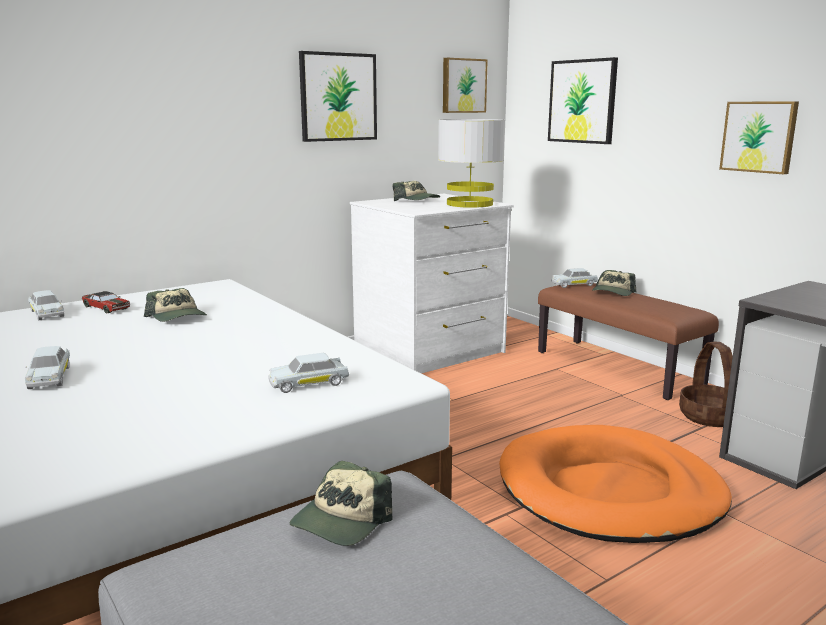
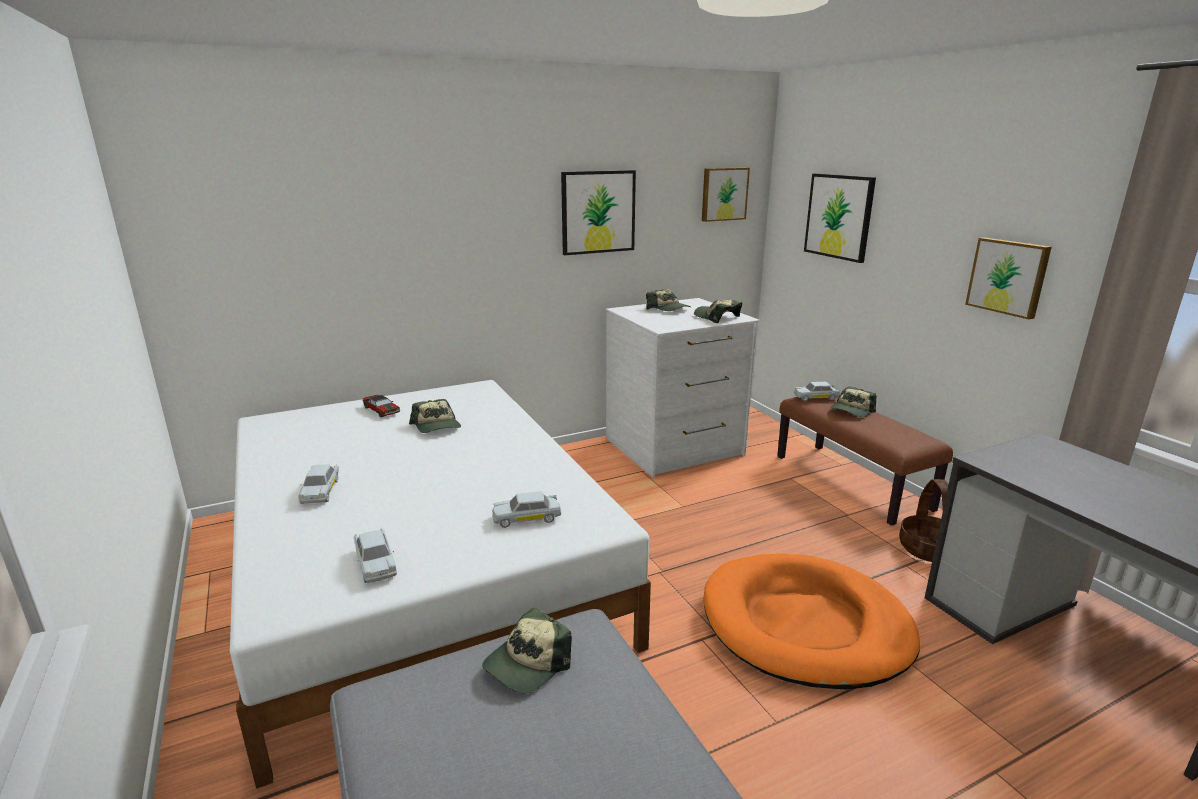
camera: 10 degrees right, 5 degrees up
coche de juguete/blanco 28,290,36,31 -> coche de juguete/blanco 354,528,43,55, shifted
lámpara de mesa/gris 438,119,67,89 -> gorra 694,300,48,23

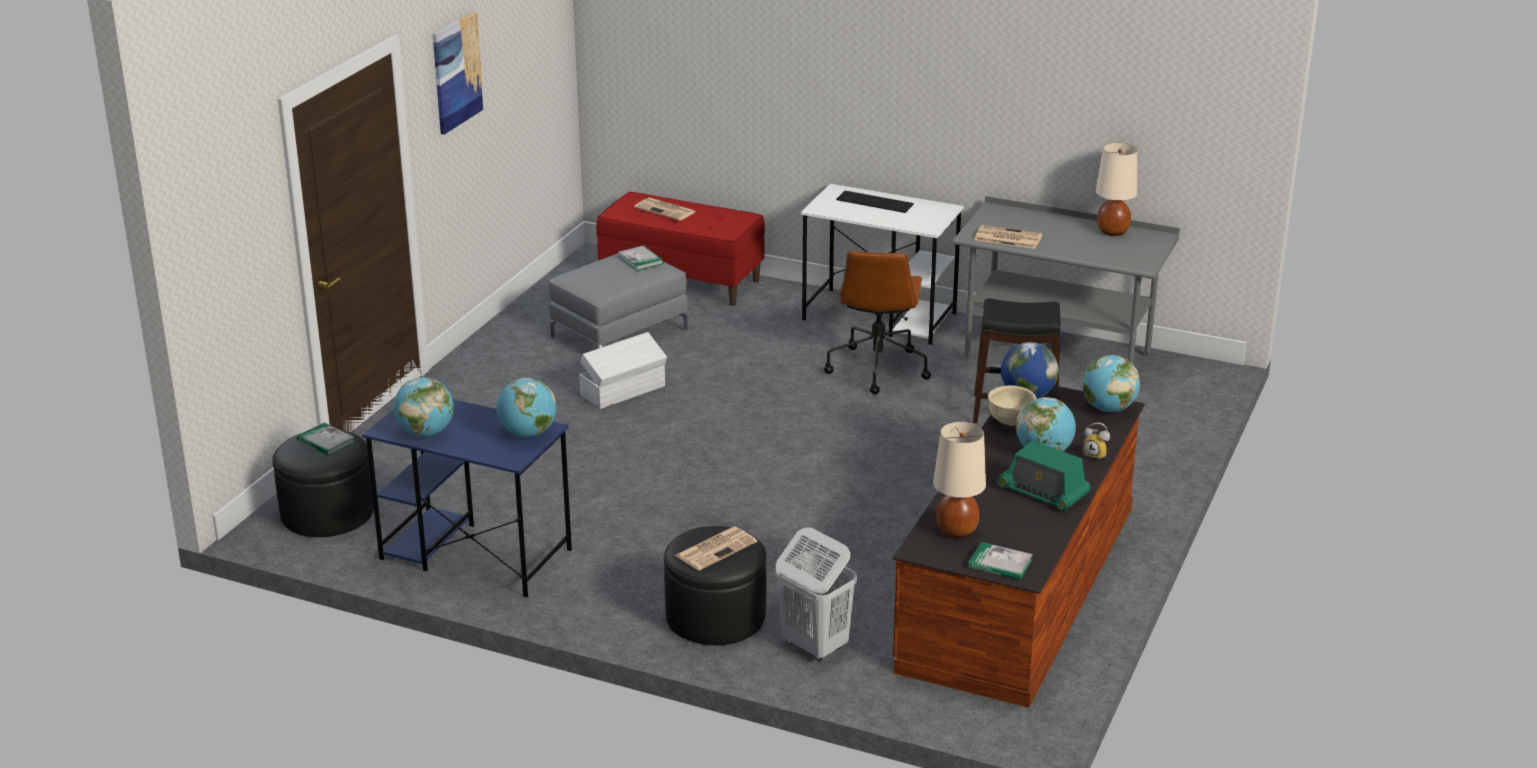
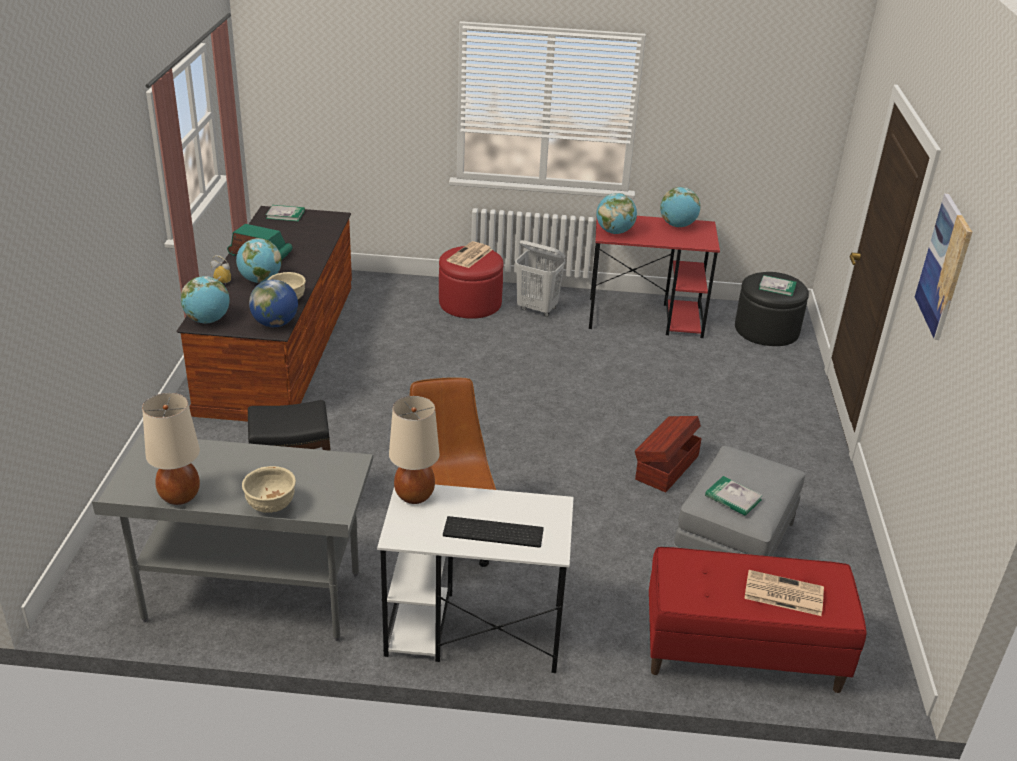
camera: 160 degrees right, 5 degrees up
none -> cuenco/beis 242,466,54,47
lámpara de mesa/beis 933,422,53,116 -> lámpara de mesa/beis 389,396,51,108, shifted
puf/negro 664,526,102,119 -> puf/rojo 439,246,65,73
cesto de la ropa/blanco 775,527,82,134 -> cesto de la ropa/blanco 515,240,51,77, shifted
escritorio/azul 362,399,210,198 -> escritorio/rojo 589,216,131,122
caja de almacenaje/blanco 579,332,88,77 -> caja de almacenaje/marrón 635,416,67,76
periódico 975,225,68,24 -> none

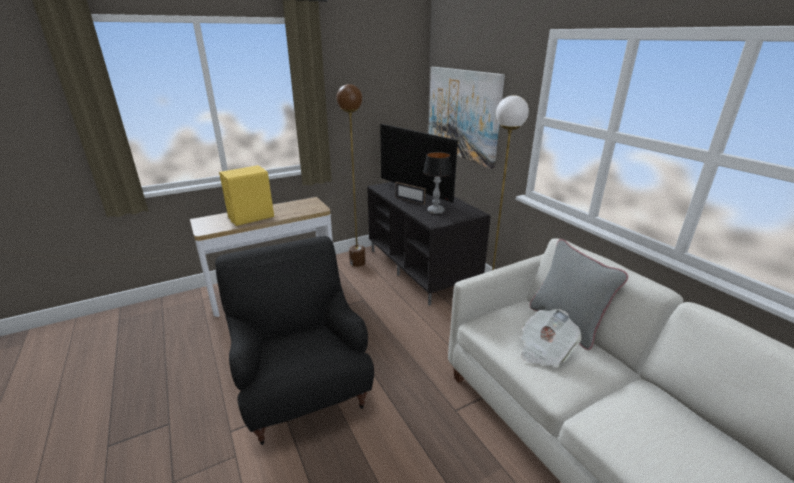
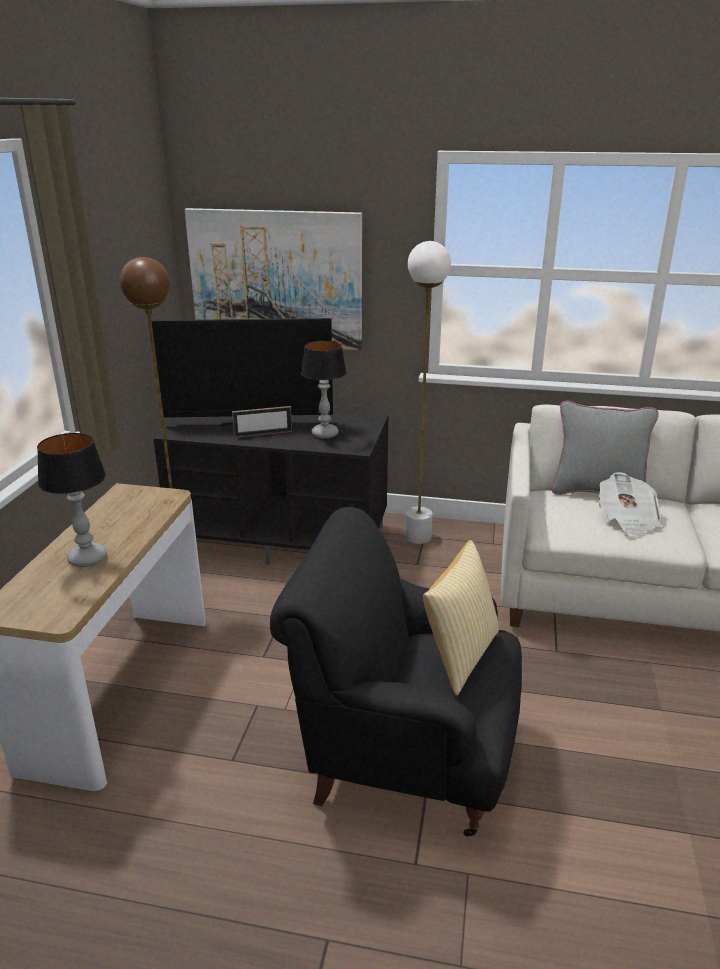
camera: 50 degrees left, 0 degrees up
altavoz/amarillo 219,165,55,61 -> lámpara de mesa 37,433,70,134
none -> cojín 423,540,76,156

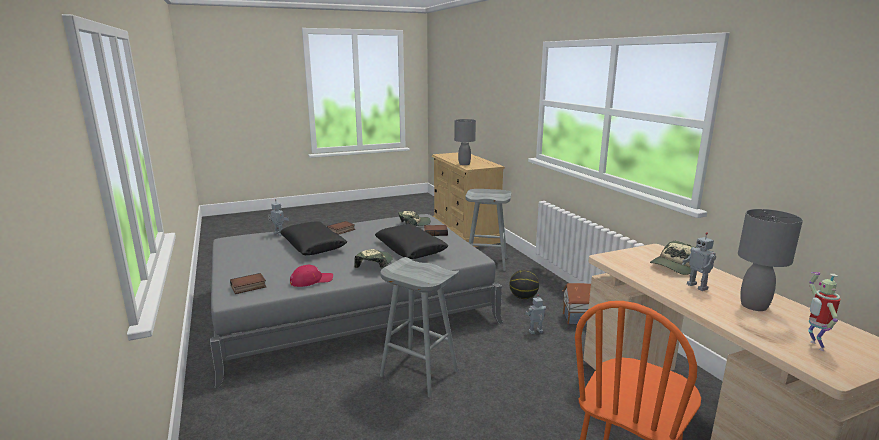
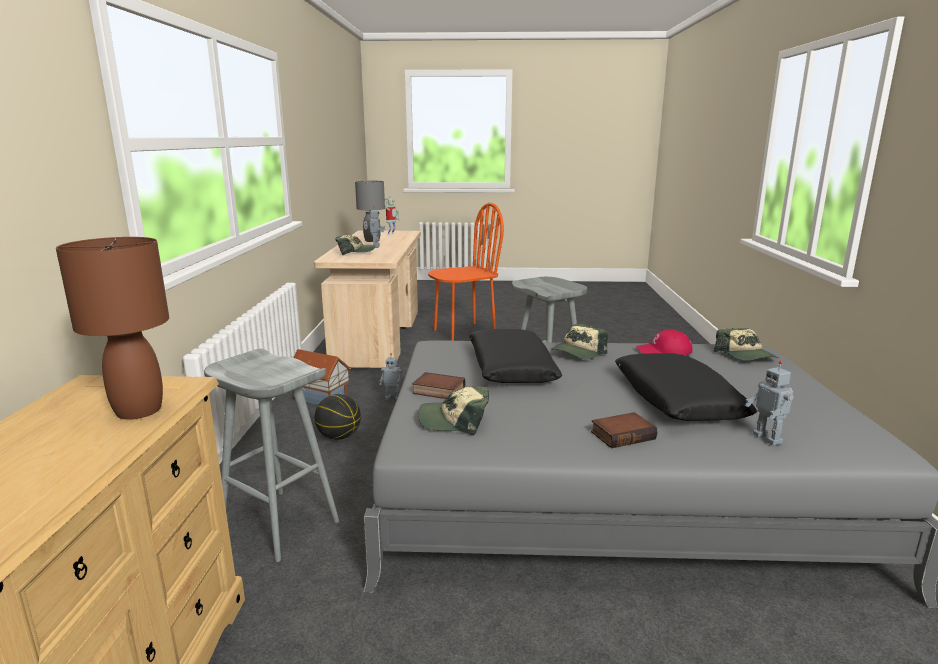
camera: 155 degrees left, 0 degrees up
lámpara de mesa/gris 454,119,22,46 -> lámpara de mesa/marrón 56,237,113,183
libro 230,273,36,21 -> gorra 713,328,65,33

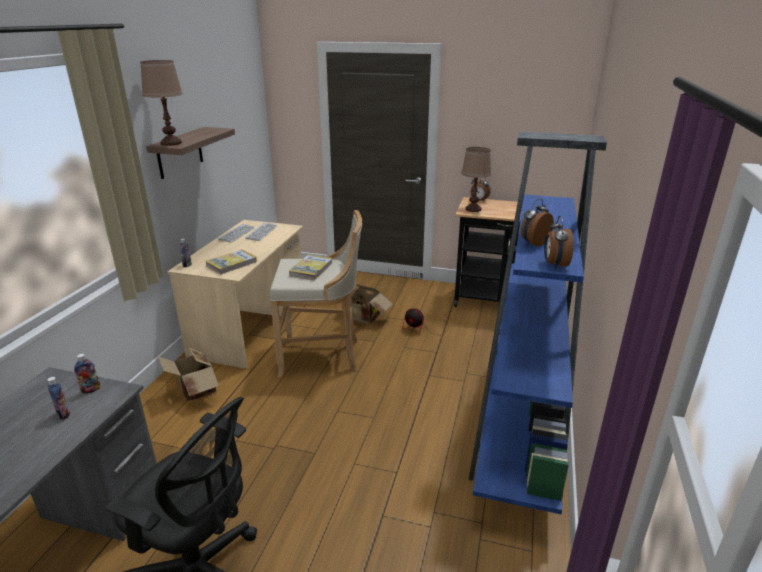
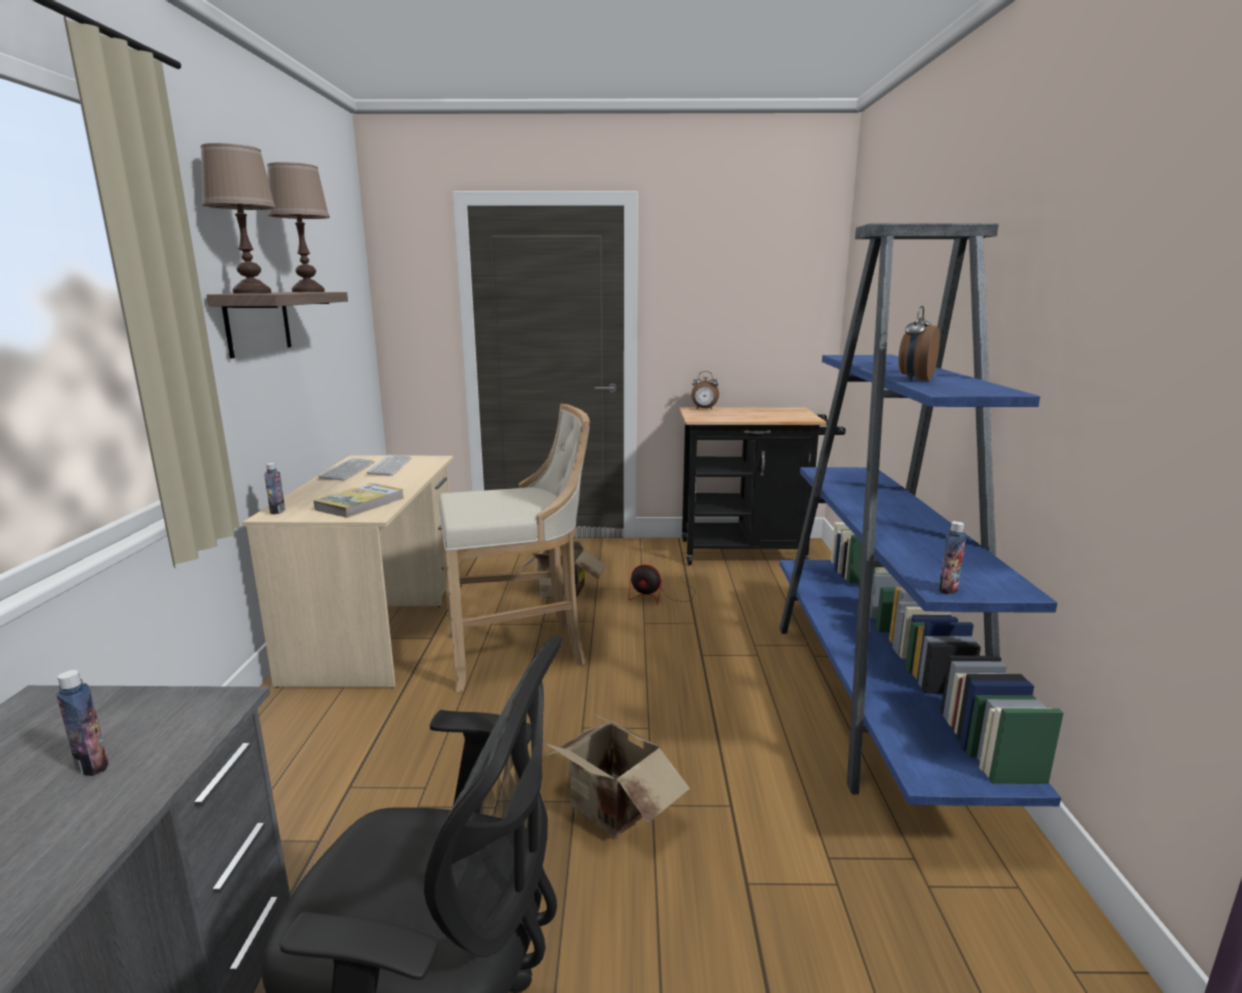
camera: 15 degrees left, 10 degrees down
lámpara de mesa/marrón 461,147,30,65 -> lámpara de mesa/marrón 267,162,63,130, shifted
caja de cartón 157,347,62,54 -> caja de cartón 546,714,144,123, shifted
botella 74,354,26,40 -> botella 939,521,27,73, shifted
libro 289,254,44,26 -> none
despertador 544,216,30,53 -> none

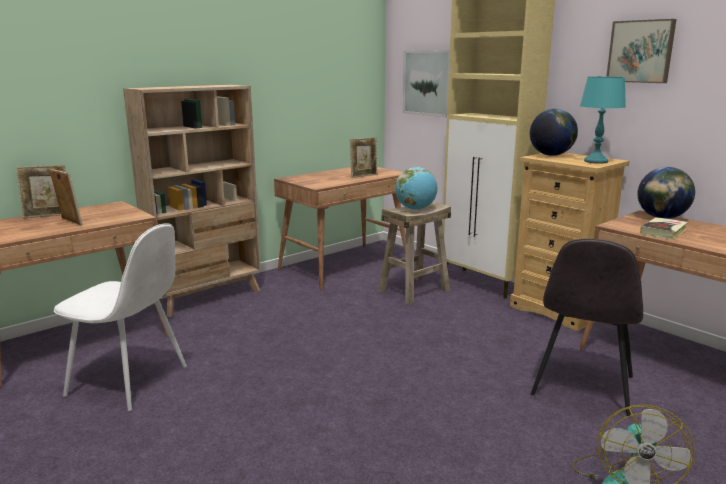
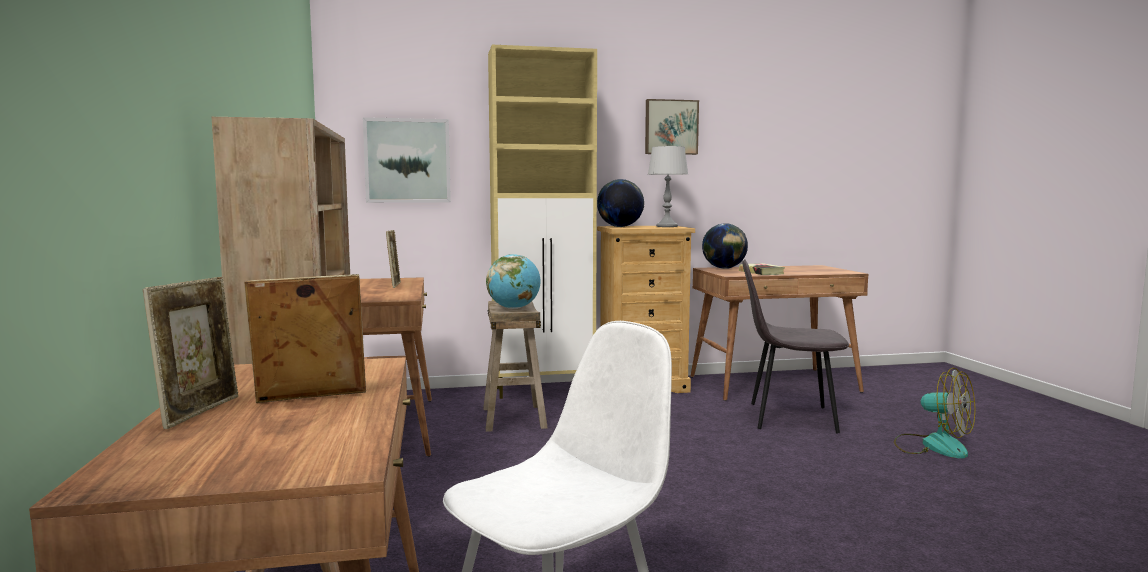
camera: 60 degrees left, 10 degrees down
lámpara de mesa/turquesa 580,77,46,87 -> lámpara de mesa/gris 648,146,40,81
silla/gris 531,238,112,178 -> silla/gris 742,259,107,174, 135 degrees clockwise

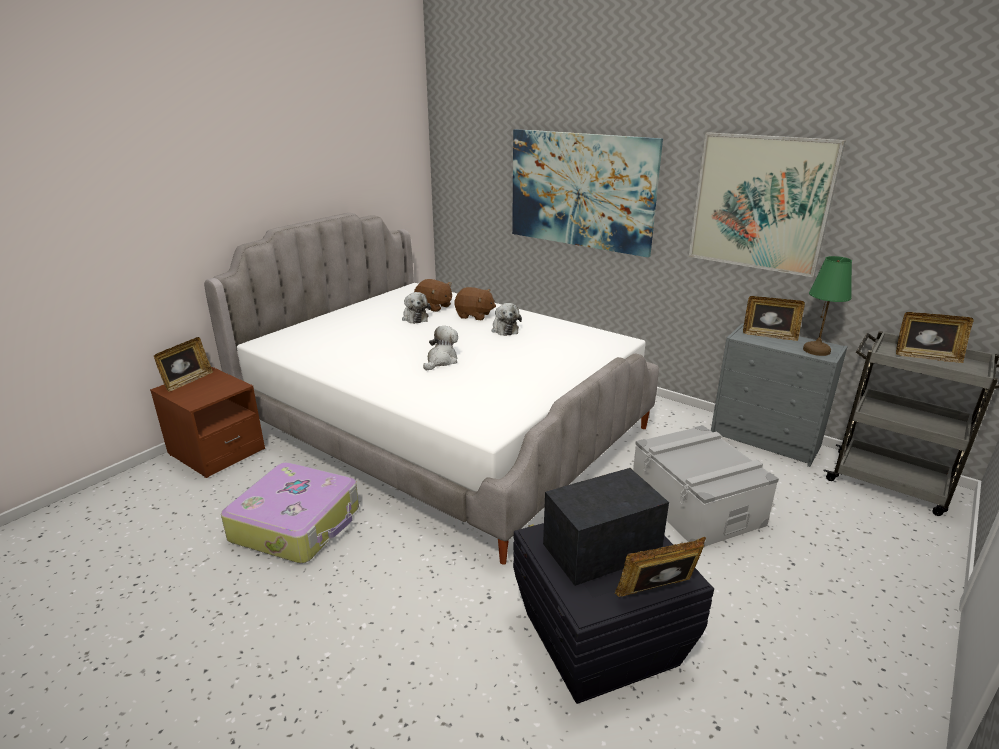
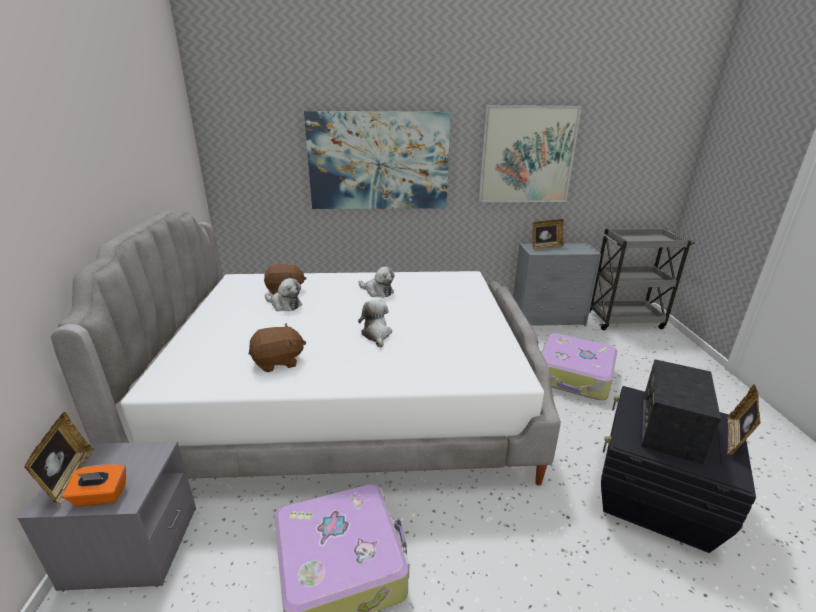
camera: 40 degrees left, 0 degrees up
mesita de noche/marrón 150,367,115,111 -> mesita de noche/gris 17,441,179,151
none -> caja de pañuelos/naranja 63,464,63,42
peluche/marrón 454,287,42,33 -> peluche/marrón 249,323,57,49, shifted
caja de almacenaje/gris 633,425,146,123 -> maleta 541,333,76,67
lámpara de mesa/verde 803,256,49,100 -> none
portarretratos 896,312,78,51 -> none

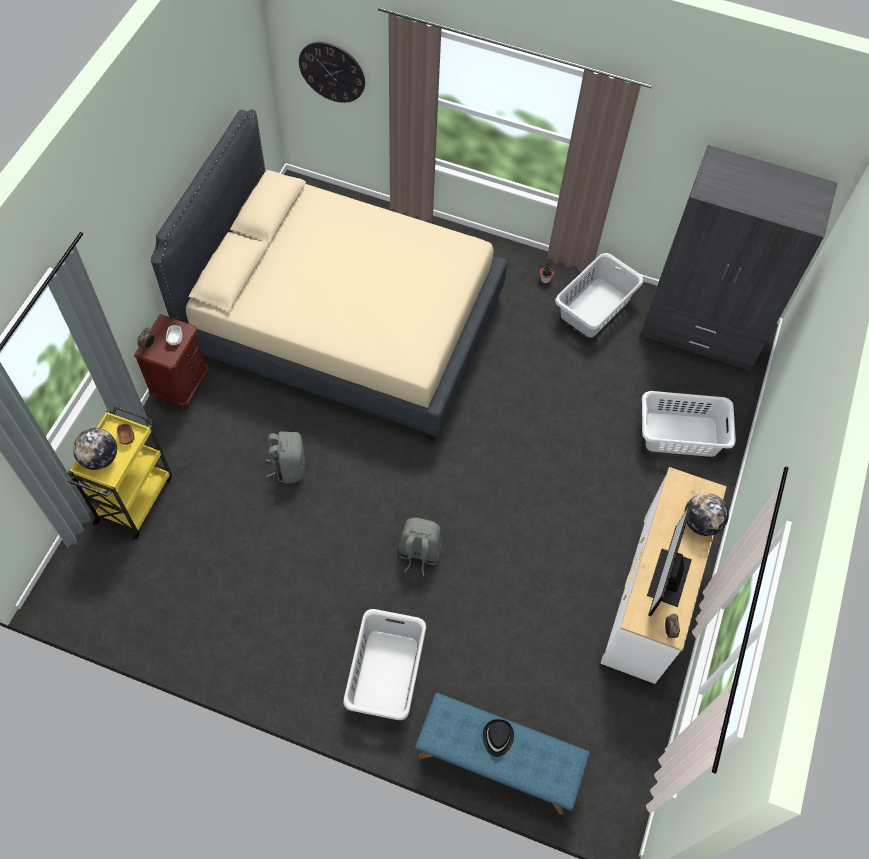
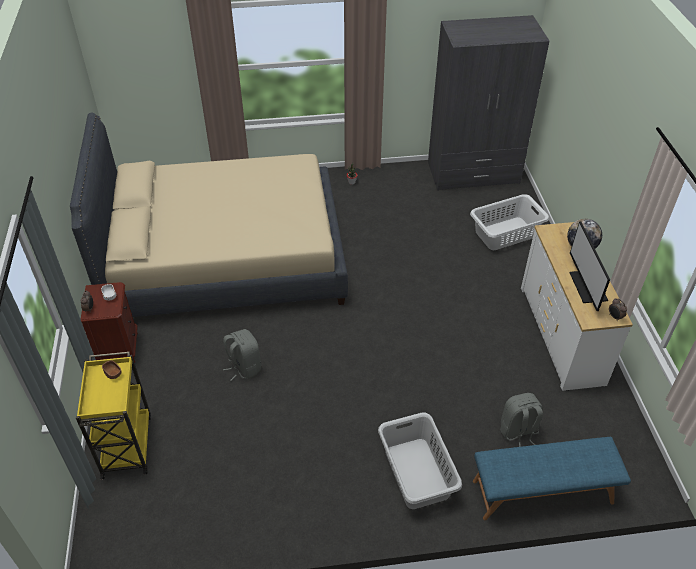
camera: 25 degrees left, 15 degrees down
mochila/gris 399,518,42,58 -> mochila/gris 500,393,43,54, shifted
globo terráqueo 73,428,44,42 -> none
reloj de pared 299,42,66,61 -> none
sombrero/negro 483,719,31,38 -> none
cesto de la ropa/gris 555,253,89,84 -> none

